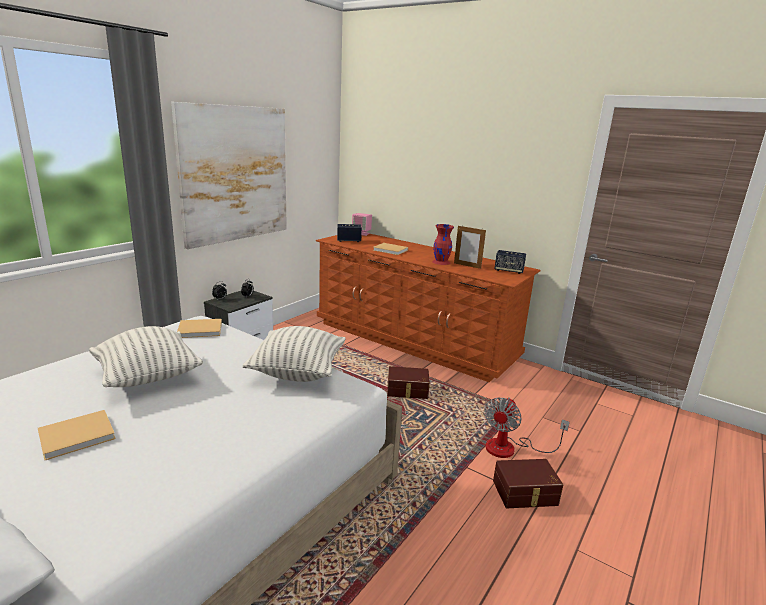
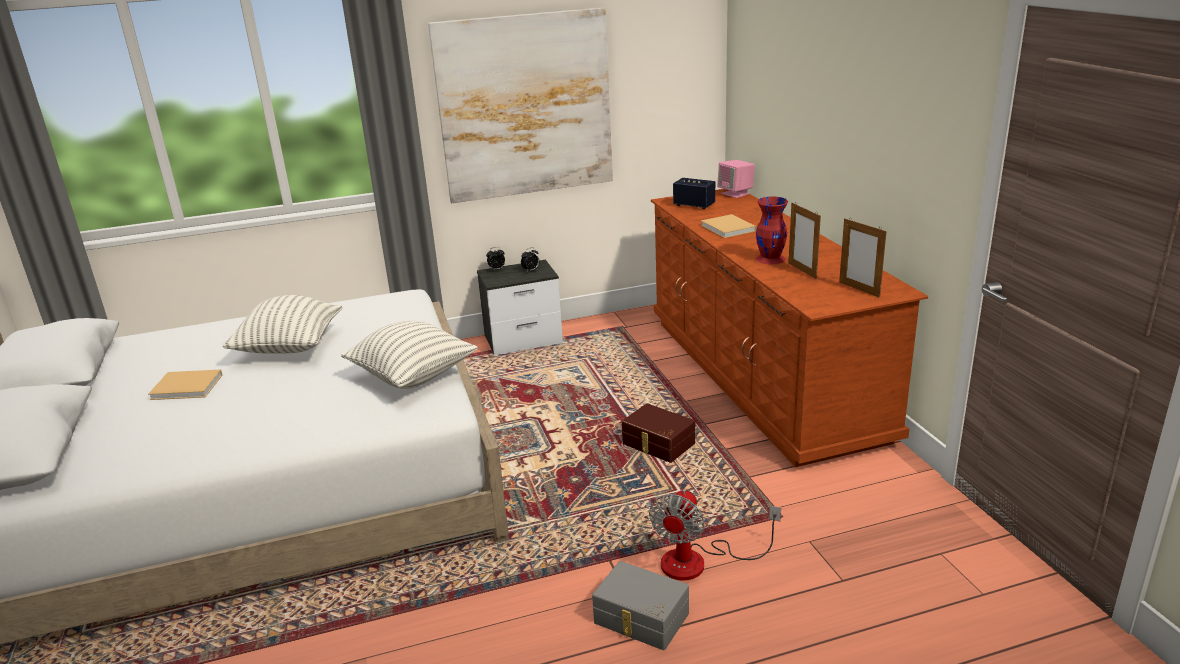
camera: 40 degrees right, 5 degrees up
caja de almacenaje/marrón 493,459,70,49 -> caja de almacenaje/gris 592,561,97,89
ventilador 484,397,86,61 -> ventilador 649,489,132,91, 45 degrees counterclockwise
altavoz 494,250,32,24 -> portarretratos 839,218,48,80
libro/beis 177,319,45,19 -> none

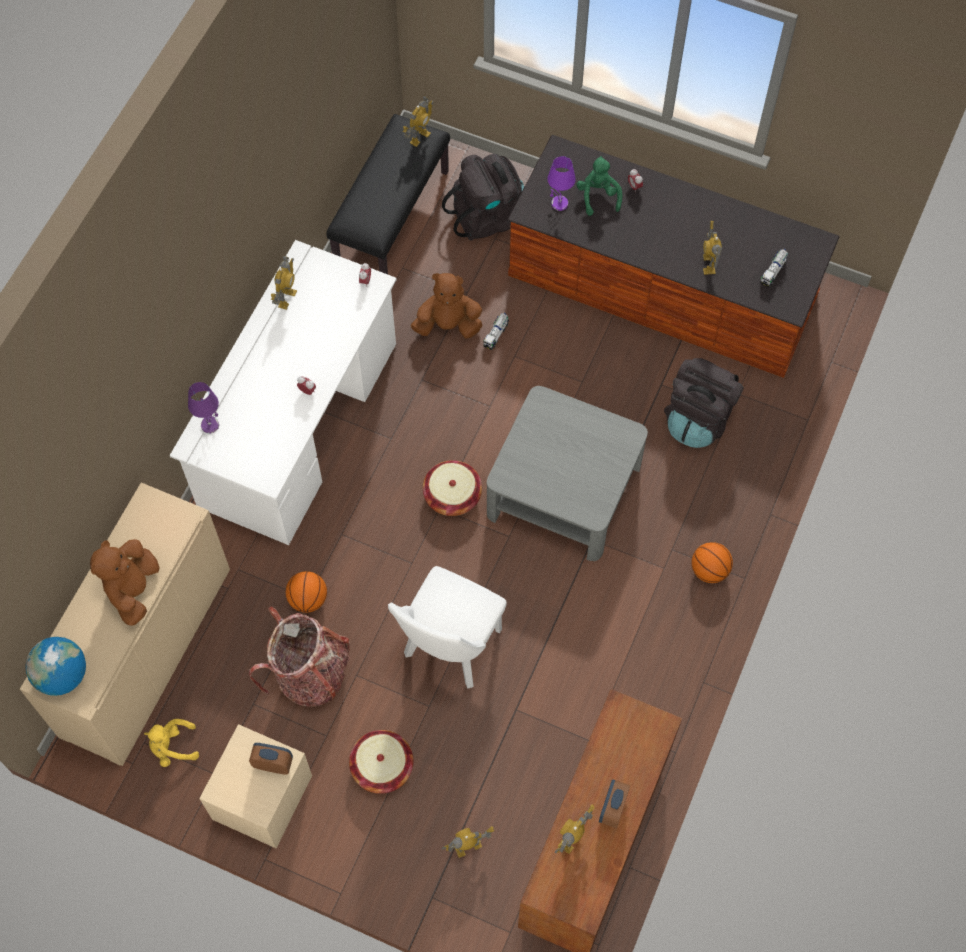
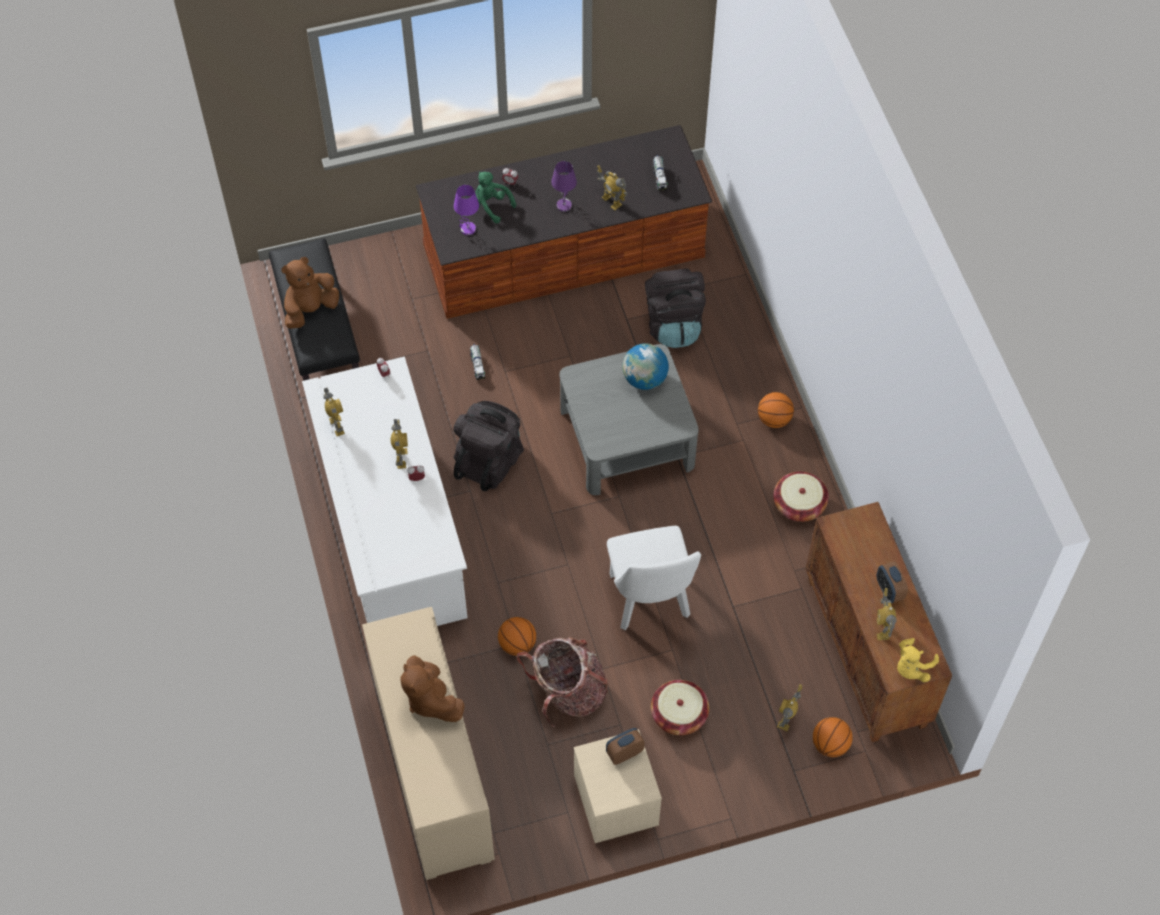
camera: 40 degrees left, 5 degrees down
peluche/marrón 411,273,72,66 -> peluche/marrón 281,257,58,72, shifted
robot de juguete 402,96,32,51 -> robot de juguete 391,419,17,50, shifted
mochila/negro 442,154,83,87 -> mochila/negro 453,401,71,90, shifted
lámpara de mesa/morado 188,382,31,51 -> lámpara de mesa/morado 551,161,26,51, shifted
globo terráqueo 26,637,60,59 -> globo terráqueo 622,343,47,47, shifted
cesta 423,460,59,56 -> cesta 773,472,56,50, shifted
none -> balón de baloncesto 813,717,40,40
peluche/amarillo 144,719,55,48 -> peluche/amarillo 897,638,42,44, shifted

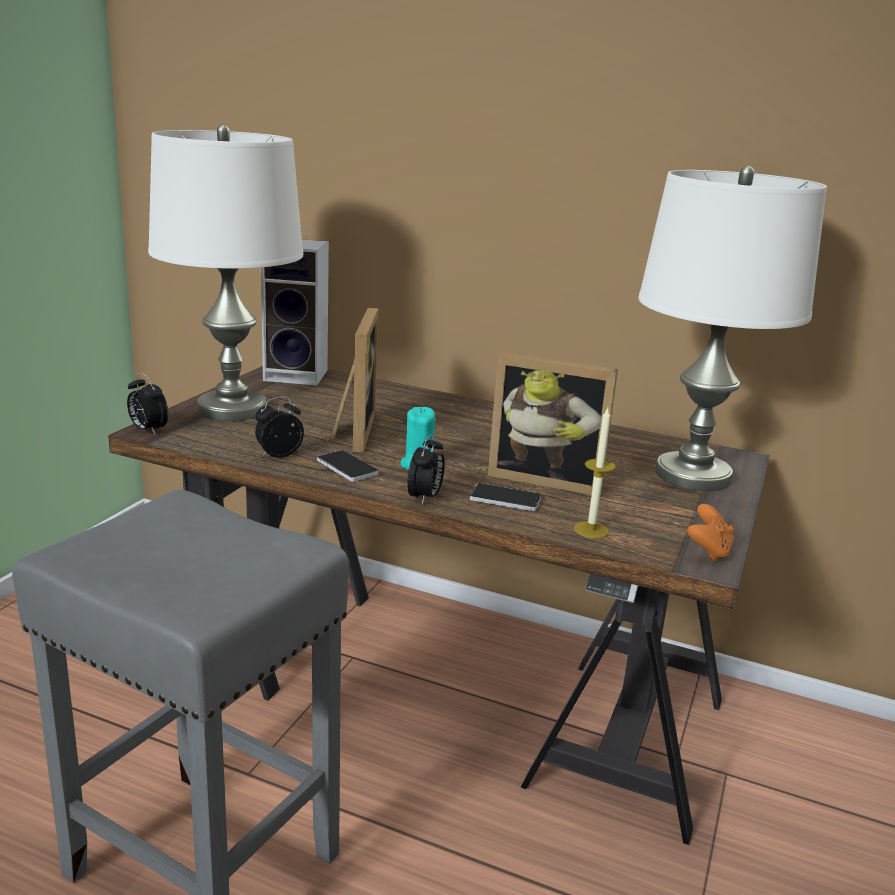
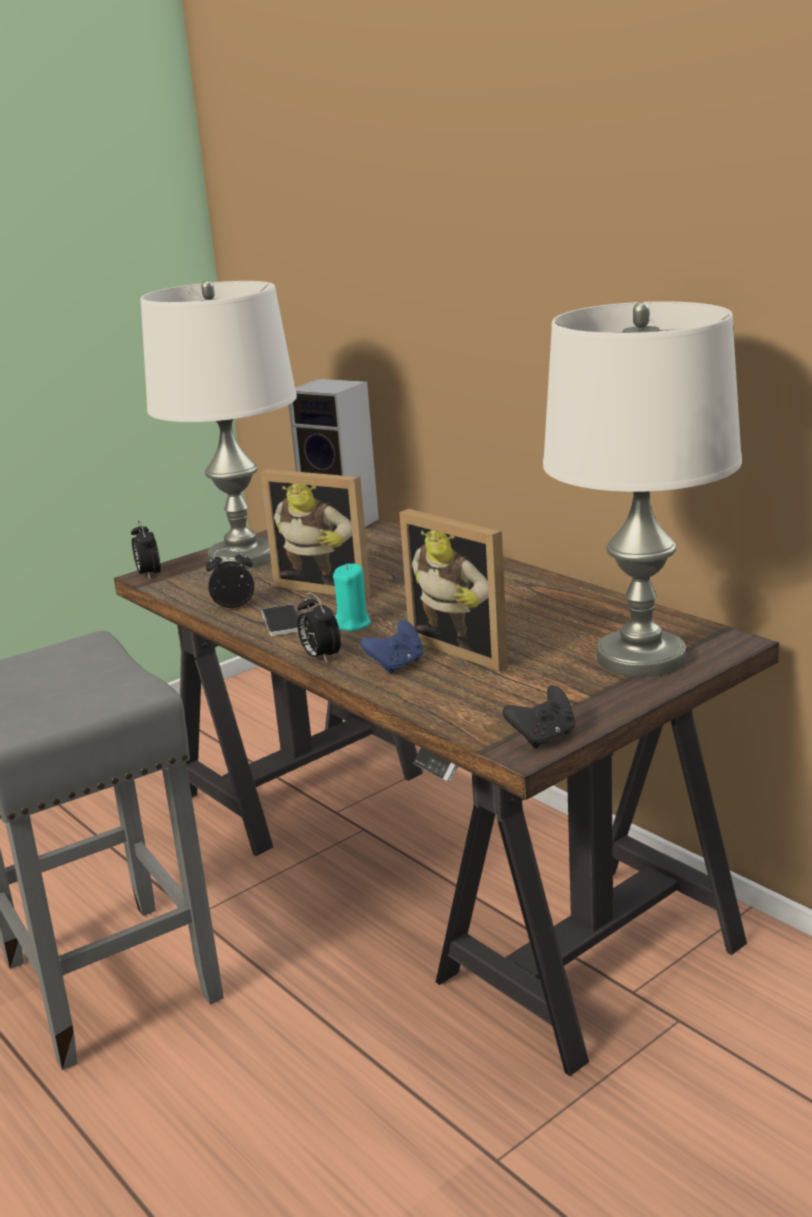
camera: 30 degrees right, 0 degrees up
portarretratos 331,307,47,145 -> portarretratos 260,469,111,130, 90 degrees clockwise
despertador 407,434,37,71 -> despertador 297,592,44,71, 105 degrees clockwise
móvil 470,483,72,28 -> mando de consola/azul 361,620,63,54
mando de consola/naranja 687,504,48,58 -> mando de consola/negro 502,685,73,63
vela 574,408,41,130 -> none

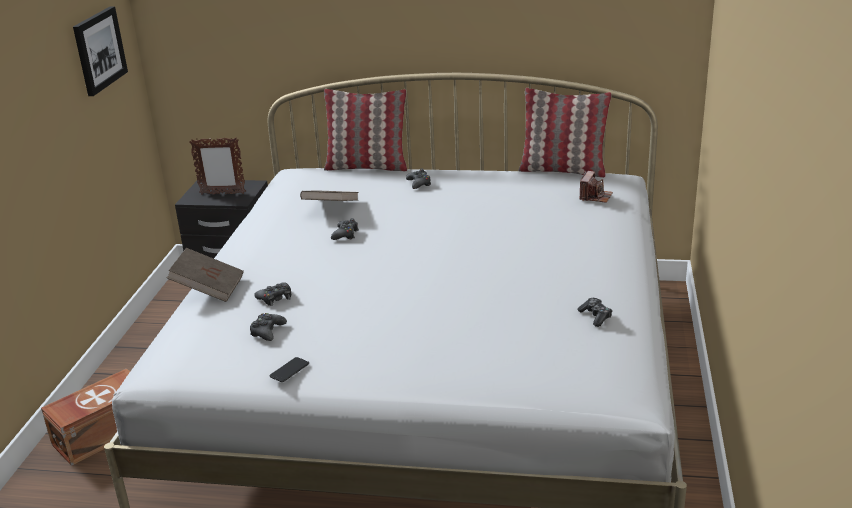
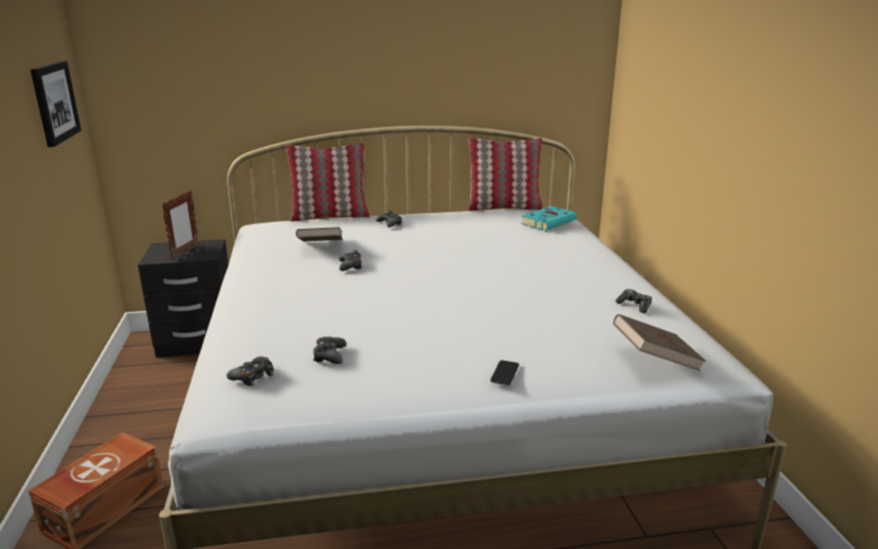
camera: 20 degrees left, 5 degrees down
portarretratos 189,137,57,57 -> portarretratos 162,190,37,70, 60 degrees counterclockwise
mando de consola/negro 254,282,37,24 -> mando de consola/negro 227,356,46,30, shifted
móvil 270,357,39,25 -> móvil 490,360,29,25, shifted
cámara 579,171,34,32 -> libro/turquesa 521,206,56,25
libro/marrón 167,248,77,54 -> libro/marrón 613,314,93,57, shifted

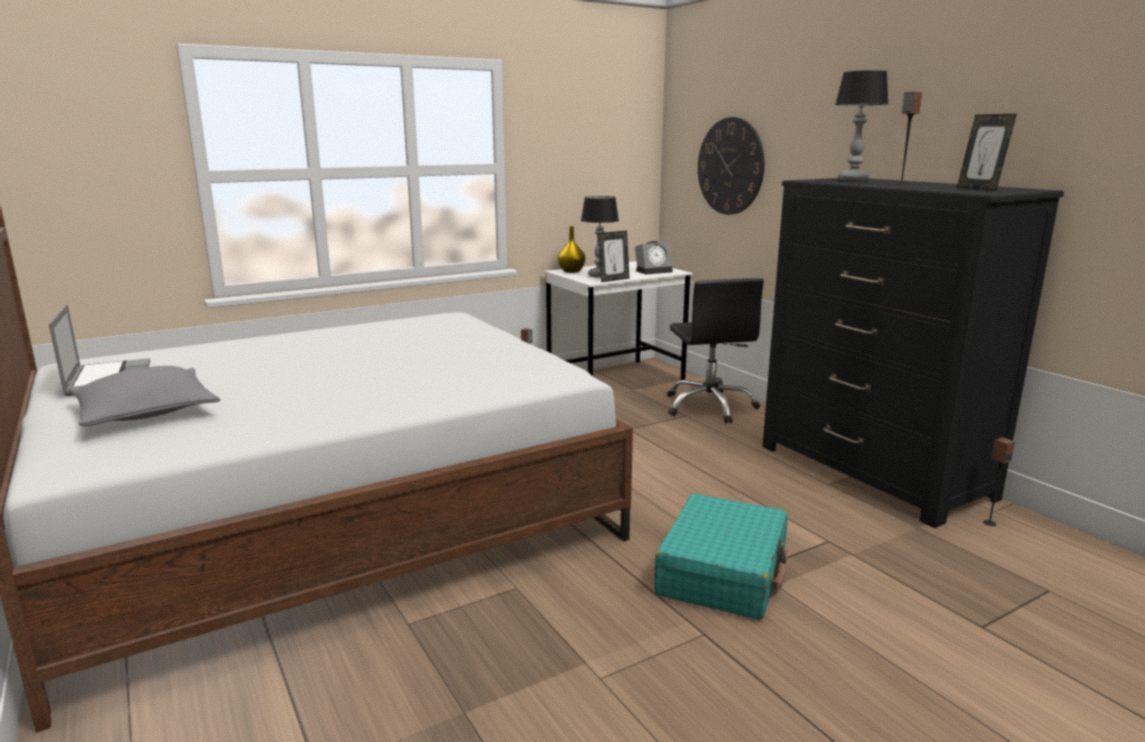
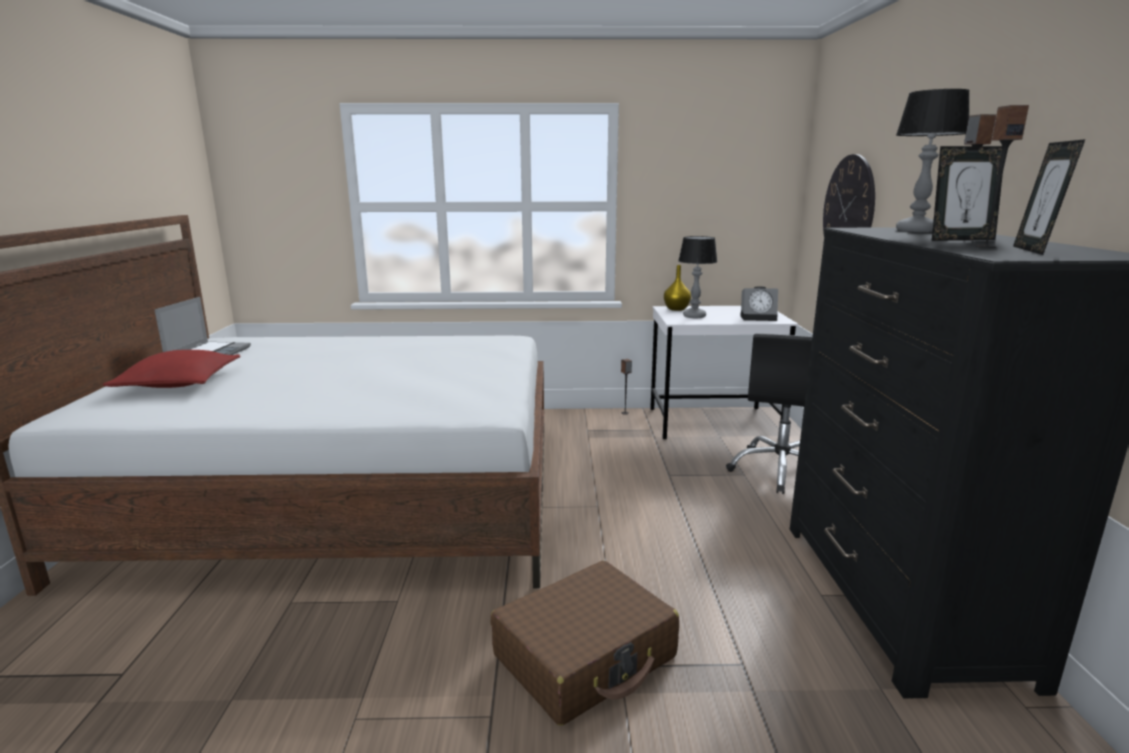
camera: 30 degrees right, 0 degrees up
cojín/gris 69,366,151,60 -> cojín/rojo 103,350,138,38
maleta/turquesa 654,493,134,127 -> maleta/marrón 491,561,188,165
portarretratos 598,231,32,51 -> portarretratos 932,146,71,95, shifted
altavoz 983,437,32,89 -> altavoz 976,105,53,143, shifted

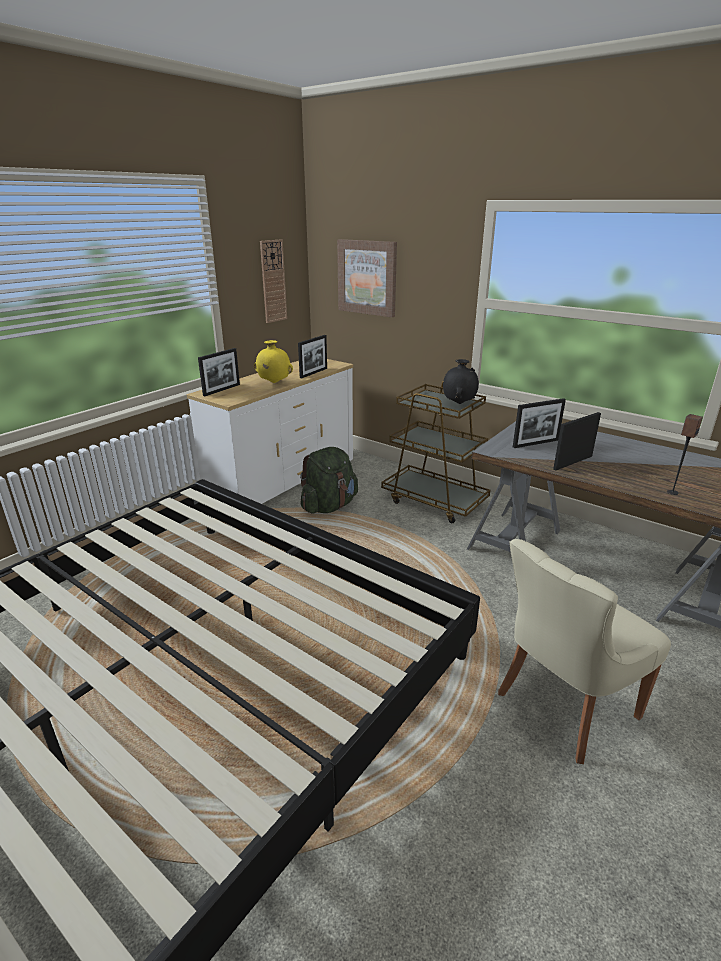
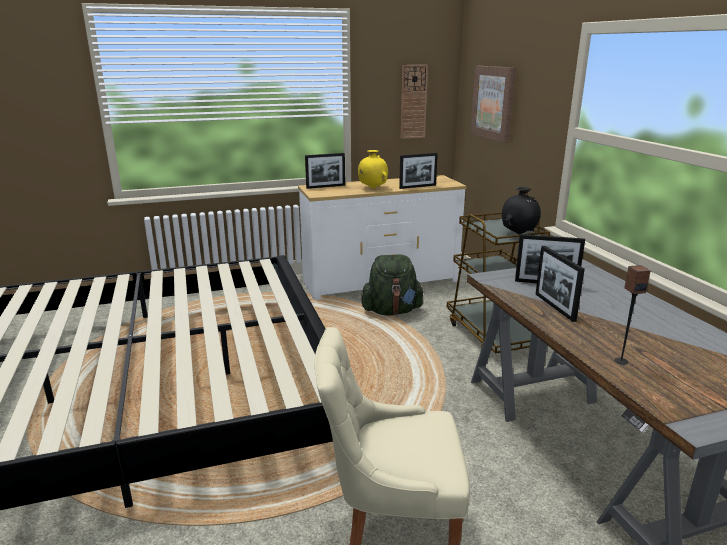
camera: 35 degrees right, 5 degrees down
portarretratos 553,412,48,58 -> portarretratos 536,246,49,76, 105 degrees counterclockwise

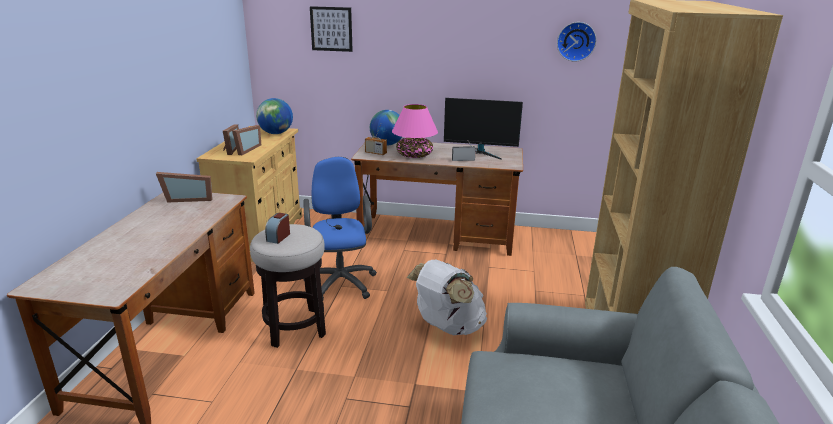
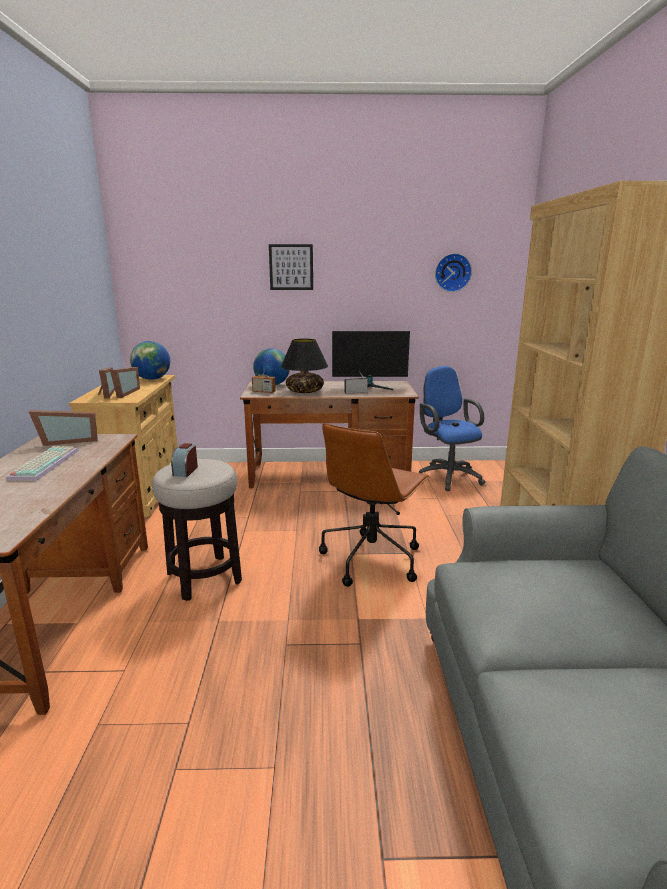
camera: 10 degrees left, 5 degrees down
none -> teclado 6,446,73,35
cuadro 310,6,43,46 -> cuadro 269,244,44,46, shifted
lámpara de mesa/rosa 392,104,46,54 -> lámpara de mesa/negro 281,339,47,54
mochila/blanco 406,260,81,75 -> silla de oficina/marrón 319,423,111,164
silla de oficina/azul 303,157,74,142 -> silla de oficina/azul 419,366,66,125, shifted

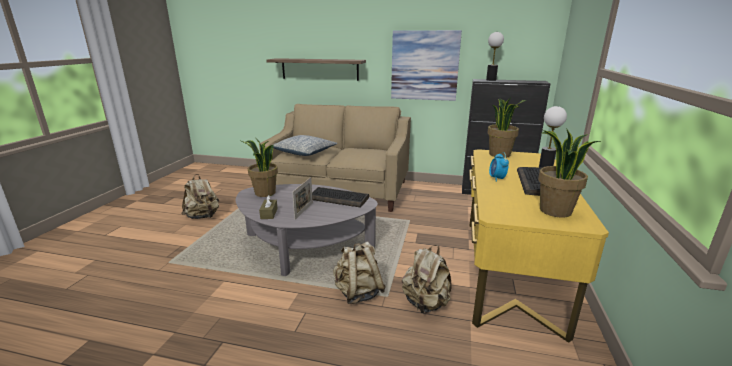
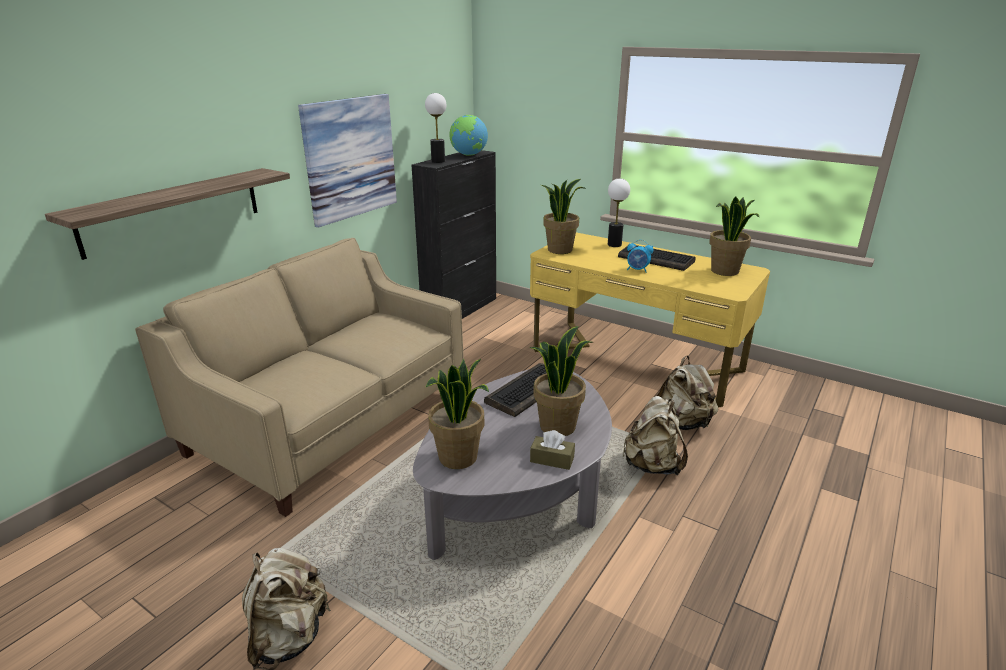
camera: 70 degrees left, 5 degrees up
none -> globo terráqueo 449,115,39,41
portarretratos 292,177,21,43 -> planta en maceta 529,326,63,110
cojín 273,135,64,21 -> none

